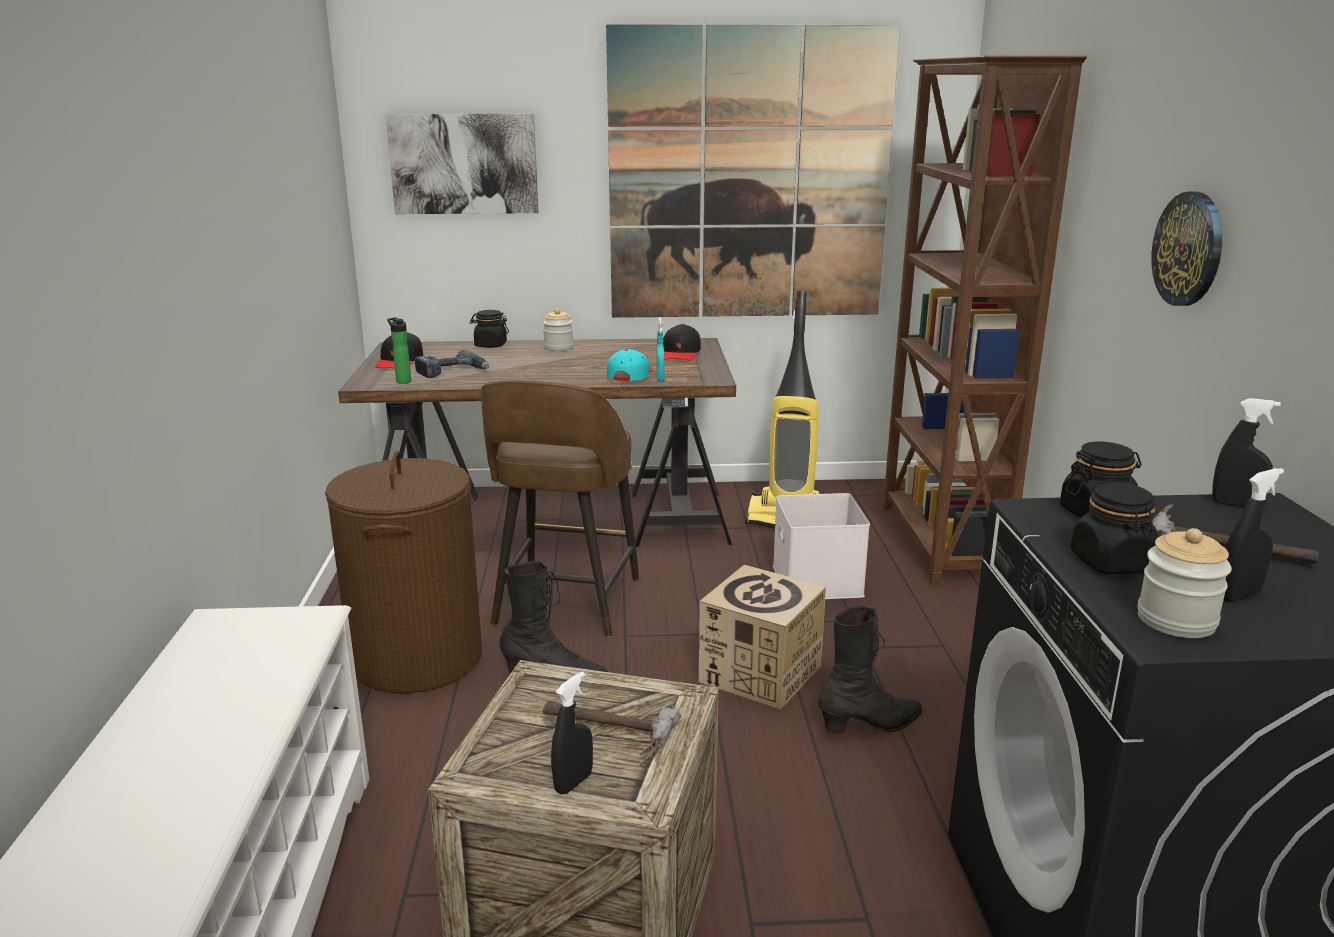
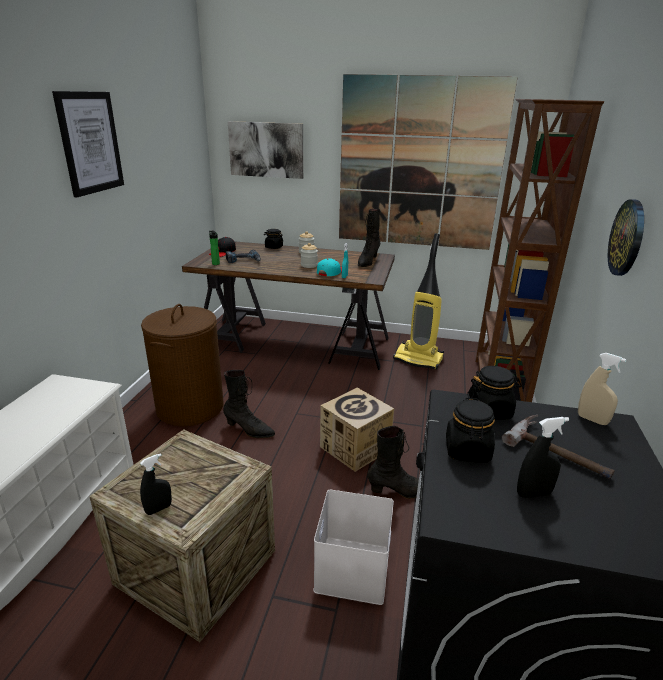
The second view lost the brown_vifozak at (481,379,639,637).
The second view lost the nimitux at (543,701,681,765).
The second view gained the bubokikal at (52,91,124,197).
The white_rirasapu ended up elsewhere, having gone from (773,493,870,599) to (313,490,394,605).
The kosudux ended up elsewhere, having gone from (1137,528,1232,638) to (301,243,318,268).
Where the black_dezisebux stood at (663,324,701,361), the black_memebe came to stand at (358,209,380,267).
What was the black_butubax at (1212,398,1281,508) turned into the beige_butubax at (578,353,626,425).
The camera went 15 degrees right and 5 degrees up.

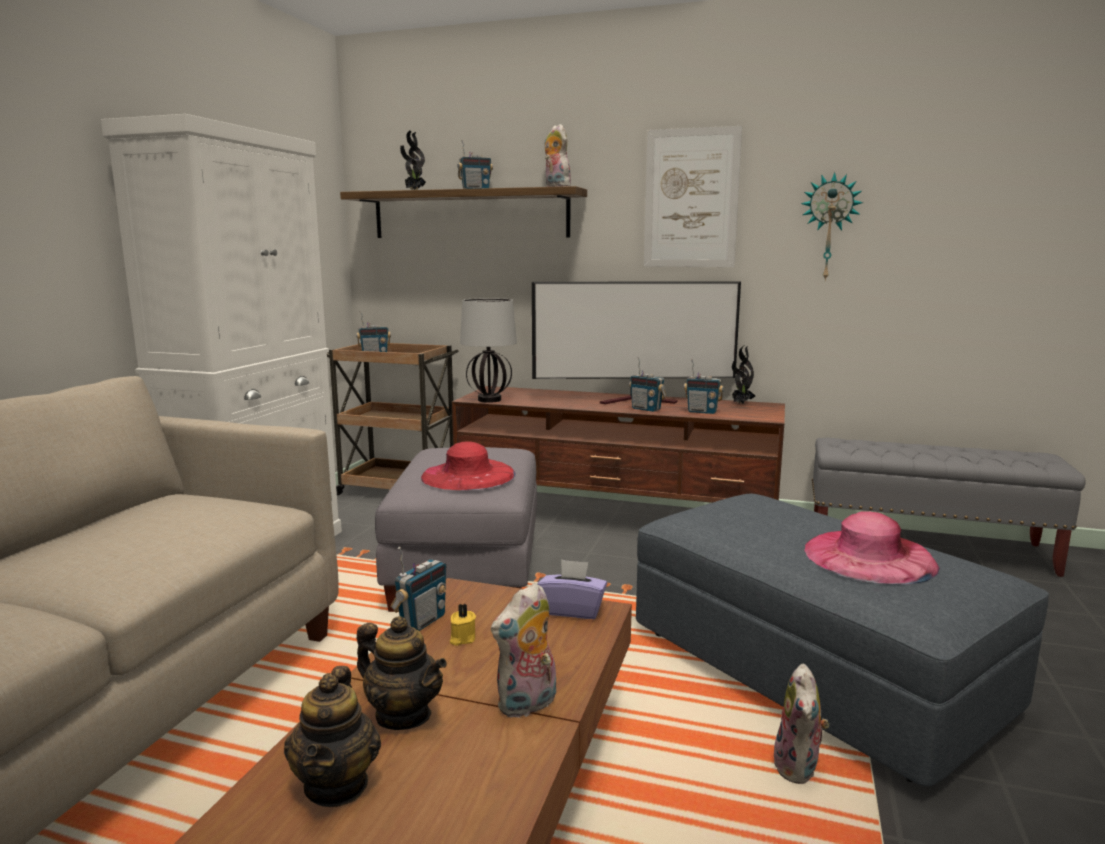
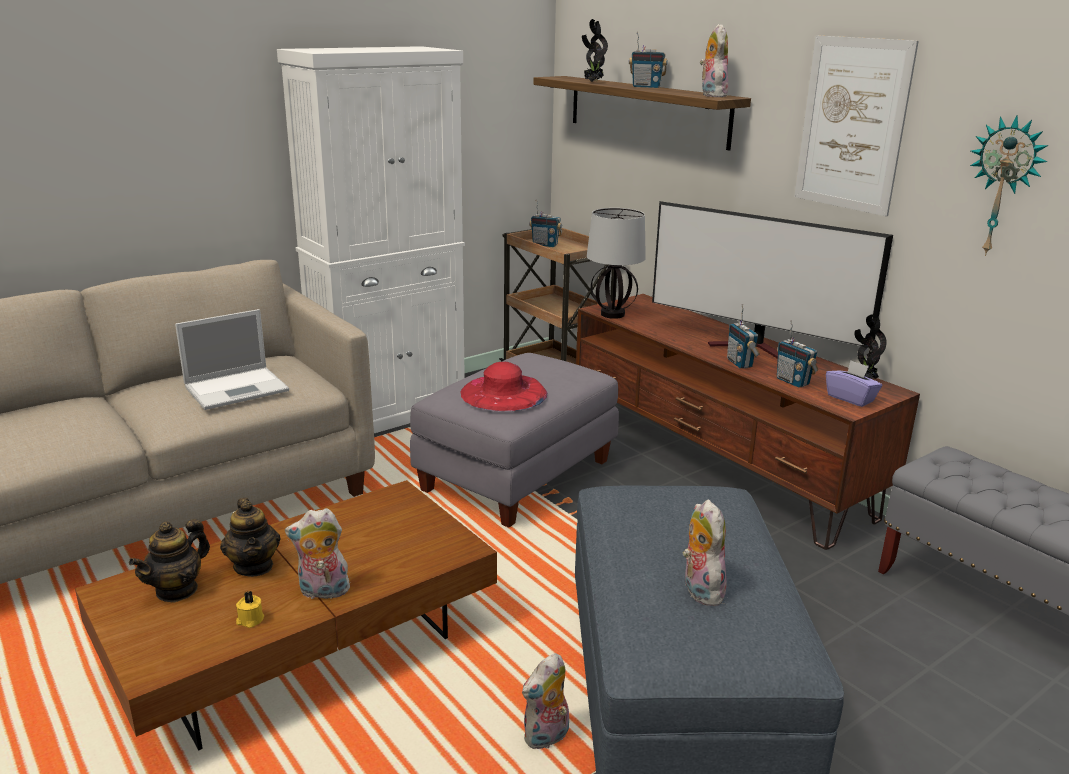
The second view lost the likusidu at (390,547,446,631).
The second view gained the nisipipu at (175,309,289,410).
The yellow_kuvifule ended up elsewhere, having gone from (450,604,476,646) to (236,591,264,628).
The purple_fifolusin ended up elsewhere, having gone from (537,559,607,619) to (826,360,882,407).
Where the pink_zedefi stood at (804,511,940,585), the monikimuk came to stand at (683,500,727,606).
The camera went 35 degrees right and 10 degrees up.

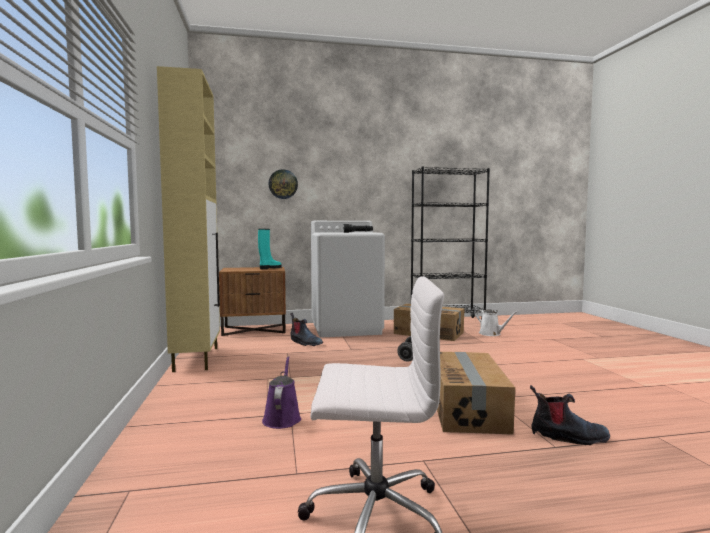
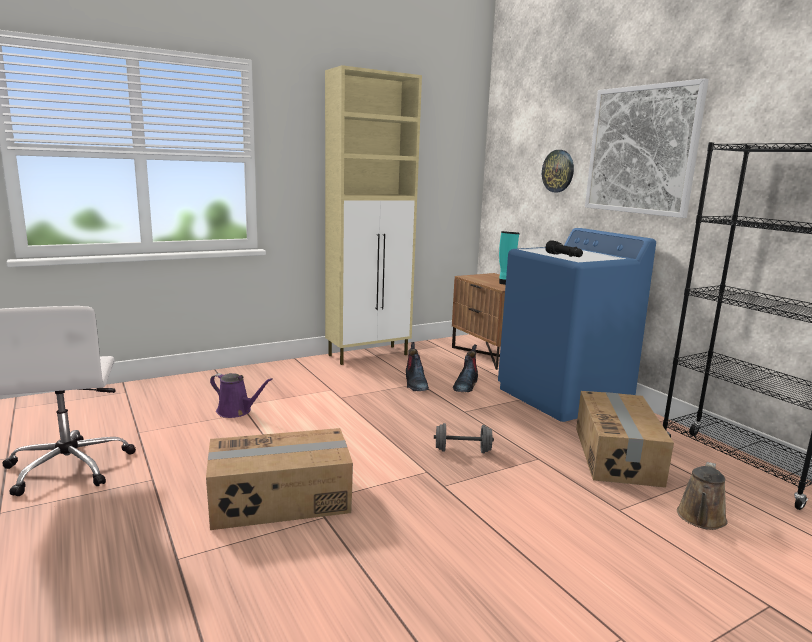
The second view gained the bubokikal at (585,78,709,218).
The memebe ended up elsewhere, having gone from (530,385,610,445) to (406,342,429,391).
What was the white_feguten at (311,221,385,337) turned into the blue_feguten at (498,228,656,422).
What was the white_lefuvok at (475,309,518,336) turned into the brown_lefuvok at (677,462,727,530).
The purple_lefuvok at (262,356,301,429) ended up facing another way, 45 degrees clockwise from before.
The camera went 70 degrees right and 10 degrees up.

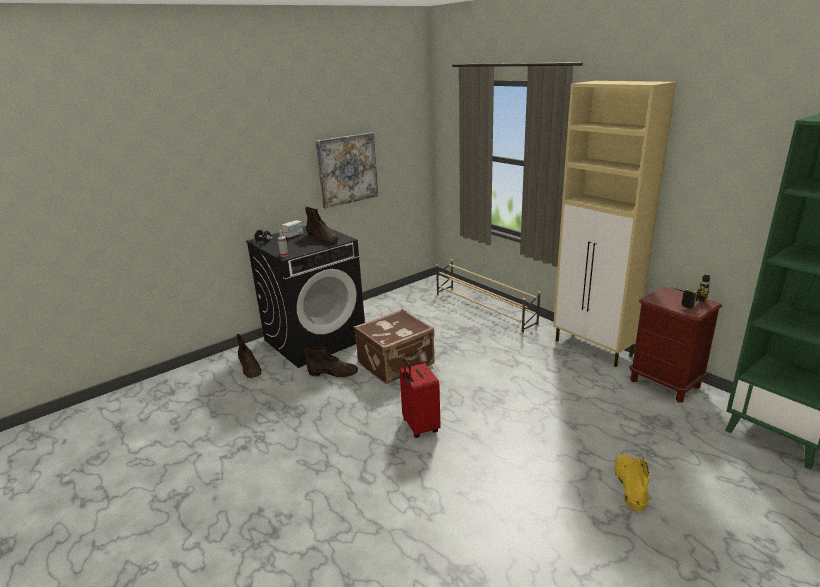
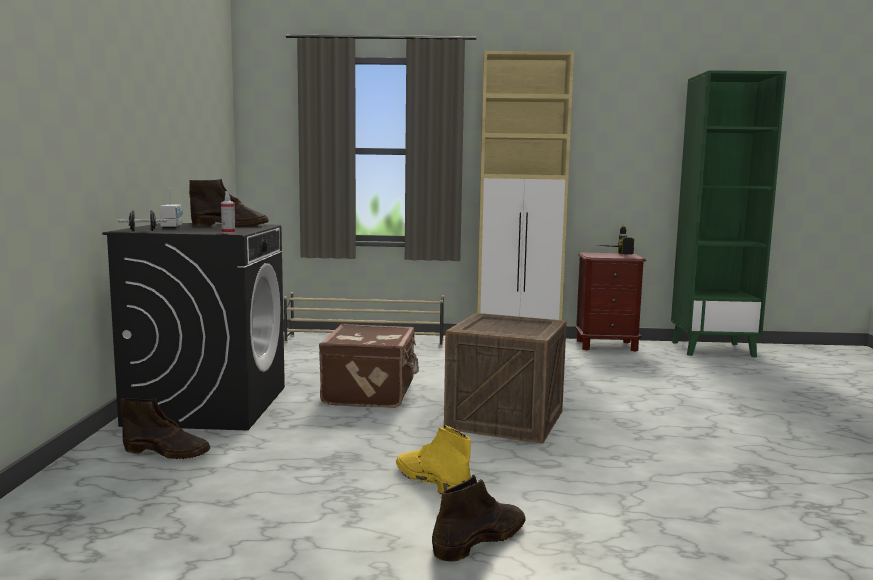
The second view lost the bubokikal at (315,132,378,209).
The brown_memebe ended up elsewhere, having gone from (305,346,358,378) to (432,475,526,562).
The yellow_memebe ended up elsewhere, having gone from (614,454,650,511) to (396,426,471,495).
Where the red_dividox stood at (400,358,441,438), the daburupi came to stand at (444,313,567,444).
The camera went 50 degrees left and 15 degrees down.

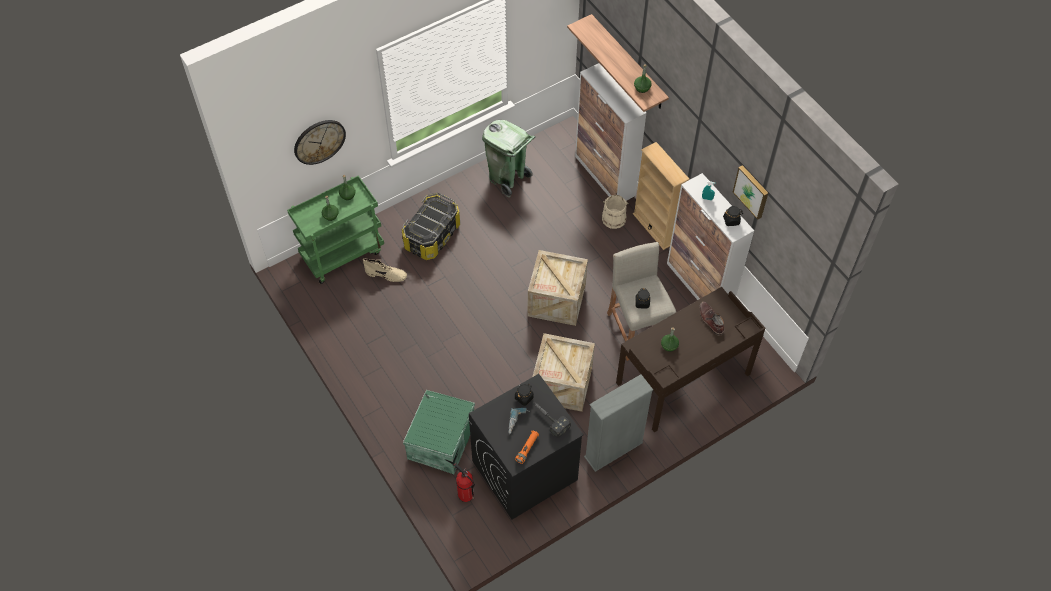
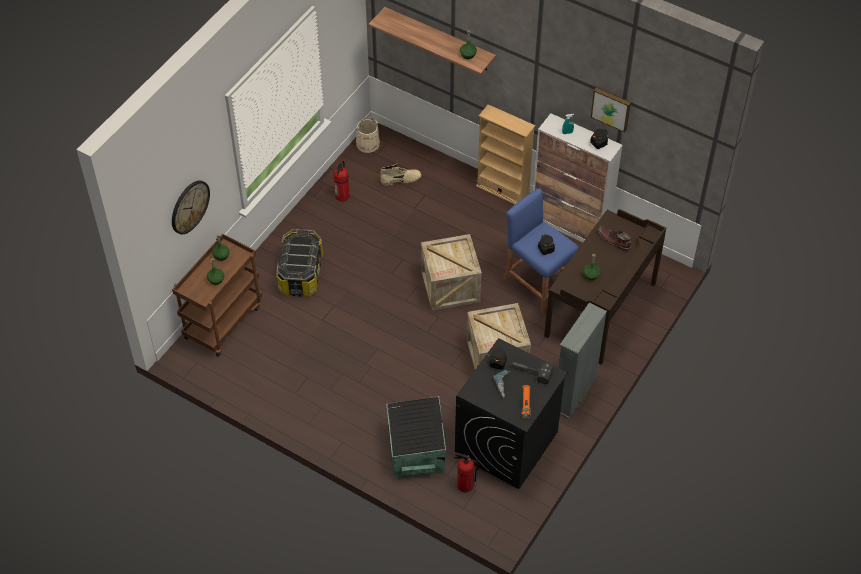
The second view lost the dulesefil at (575,63,646,201).
The beige_memebe ended up elsewhere, having gone from (363,258,407,282) to (380,164,421,186).
The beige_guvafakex ended up elsewhere, having gone from (602,195,629,229) to (355,117,380,153).
Where the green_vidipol stood at (482,120,536,197), the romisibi came to stand at (334,161,350,202).
What was the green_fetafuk at (287,175,384,284) turned into the brown_fetafuk at (172,234,262,357).
What was the green_rirasapu at (403,390,475,474) turned into the black_rirasapu at (387,396,446,478).
What was the beige_vifozak at (607,242,676,361) turned into the blue_vifozak at (502,188,579,314).
The camera went 25 degrees left and 5 degrees down.

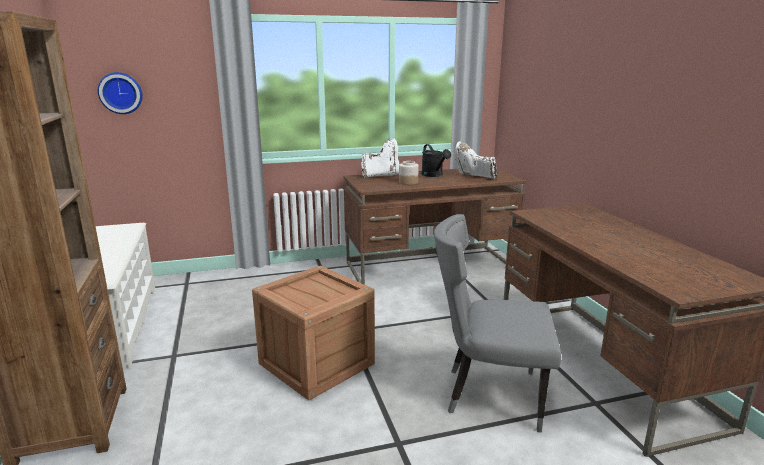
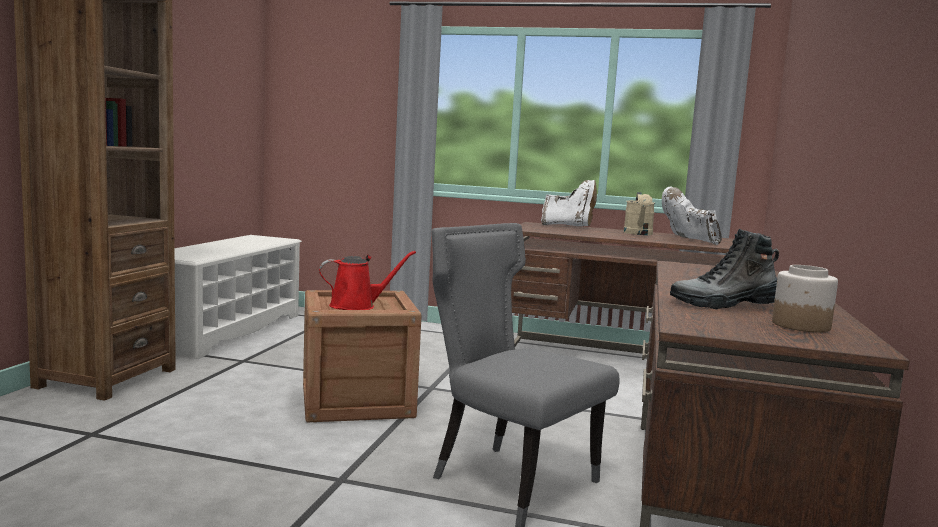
The second view lost the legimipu at (98,72,142,114).
The second view gained the red_lefuvok at (319,251,416,310).
The second view gained the memebe at (670,229,779,309).
The kosudux ended up elsewhere, having gone from (399,161,419,185) to (772,265,838,332).
What was the black_lefuvok at (422,144,451,177) turned into the beige_lefuvok at (623,192,655,235).
The camera went 30 degrees right and 10 degrees down.

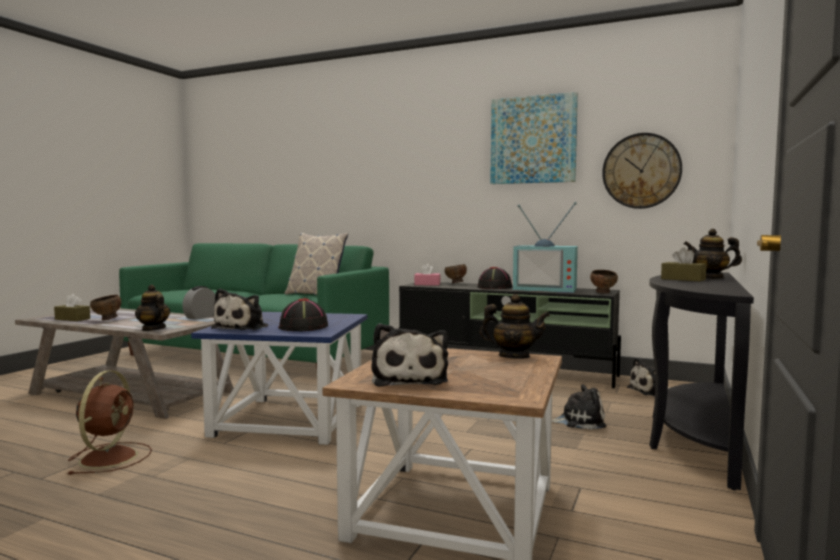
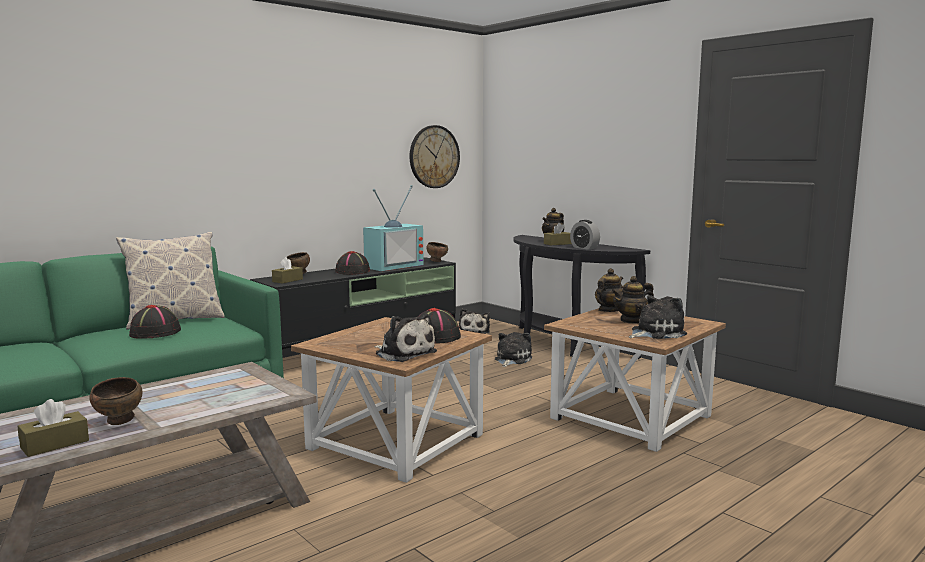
The second view lost the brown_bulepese at (67,370,152,475).
The second view lost the bubokikal at (490,92,578,184).
The second view gained the black_zedefi at (129,305,181,339).
The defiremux ended up elsewhere, having gone from (135,285,170,331) to (611,276,654,324).
The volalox ended up elsewhere, having gone from (182,286,215,320) to (570,220,600,250).
What was the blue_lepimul at (191,312,367,445) turned into the brown_lepimul at (291,317,492,483).
What was the pink_fifolusin at (414,264,440,286) turned into the brown_fifolusin at (272,257,303,284).
The monikimuk at (371,323,448,387) ended up facing another way, 45 degrees counterclockwise from before.
The camera went 65 degrees left and 5 degrees up.

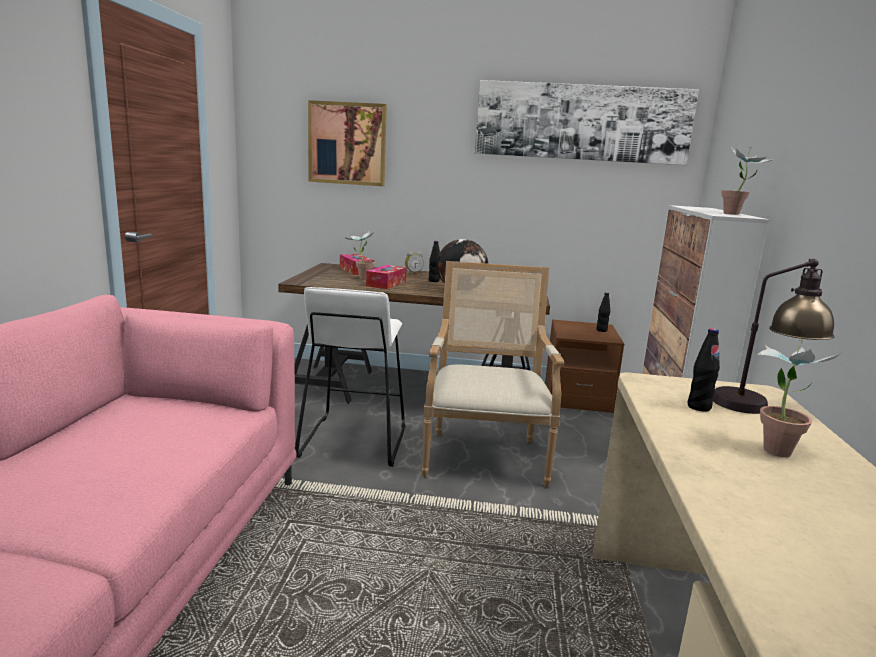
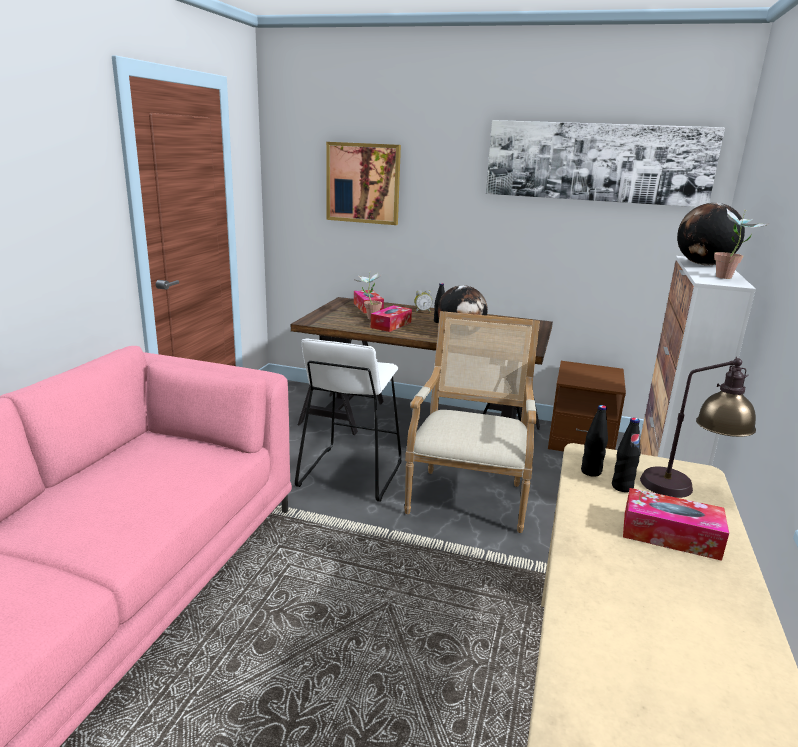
The second view gained the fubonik at (677,203,745,265).
The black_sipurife ended up elsewhere, having gone from (596,292,610,332) to (581,405,608,477).
Where the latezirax stood at (757,339,841,457), the fifolusin came to stand at (623,488,729,561).
The camera went 10 degrees right and 5 degrees up.

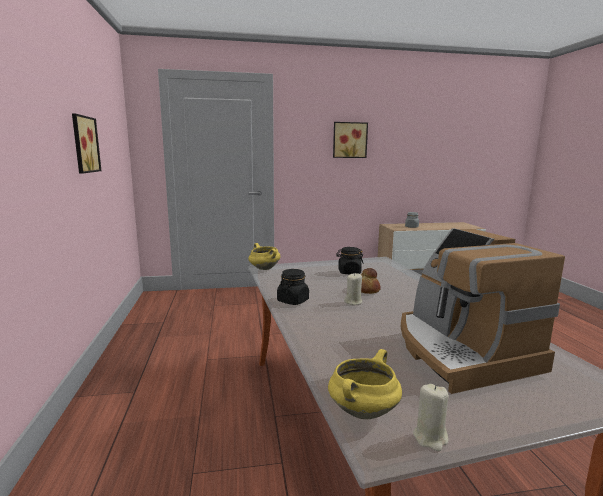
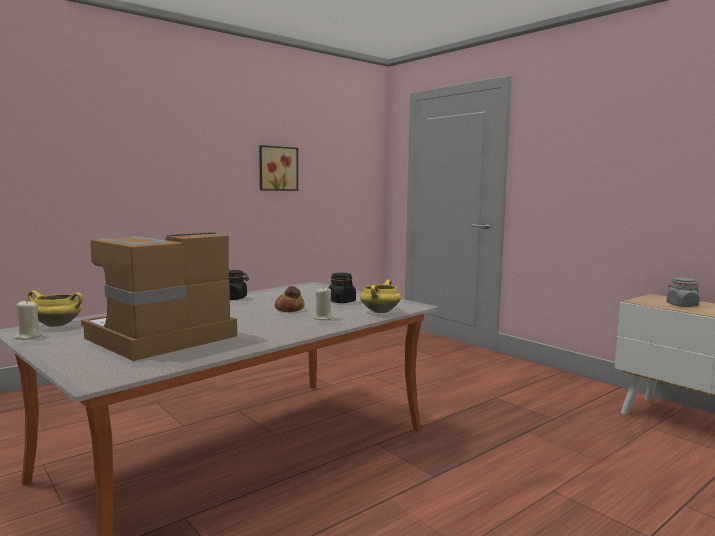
The second view lost the bubokikal at (333,122,368,158).
The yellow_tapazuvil ended up elsewhere, having gone from (248,243,281,270) to (360,280,401,313).
The beige_kuvifule ended up elsewhere, having gone from (344,273,362,305) to (314,287,334,320).
The camera went 60 degrees right and 5 degrees down.

